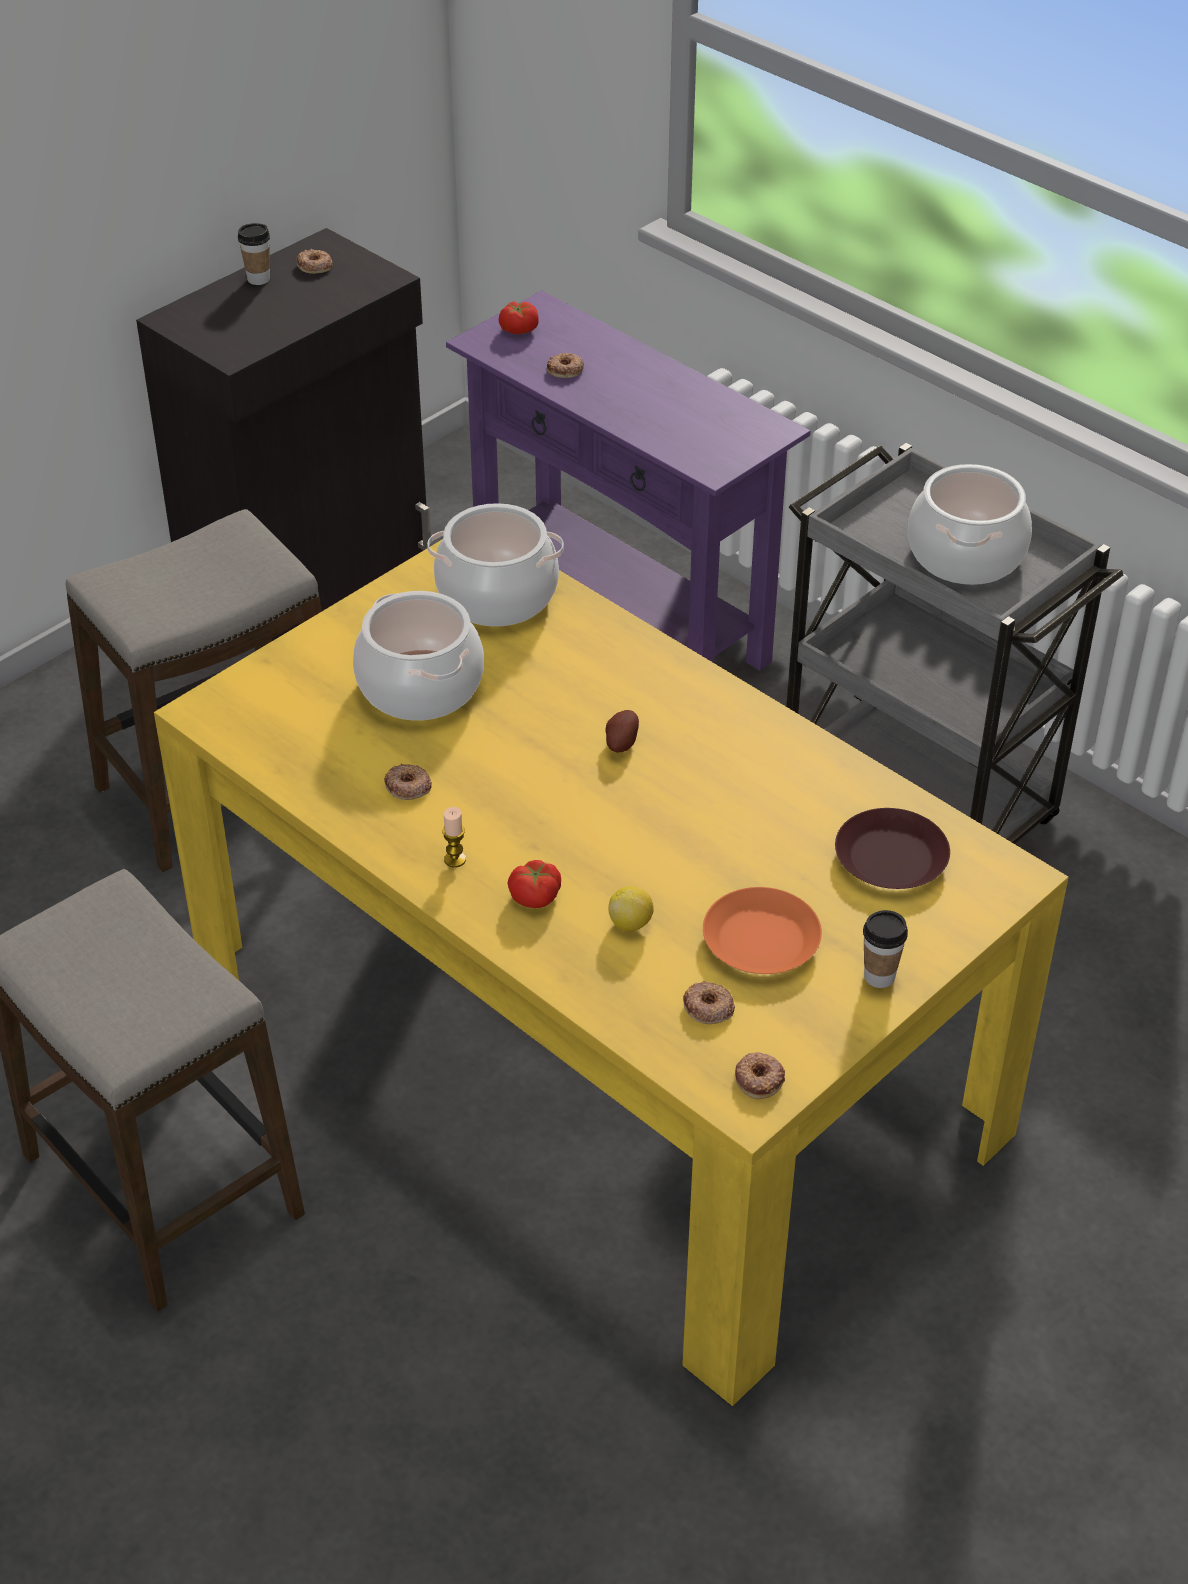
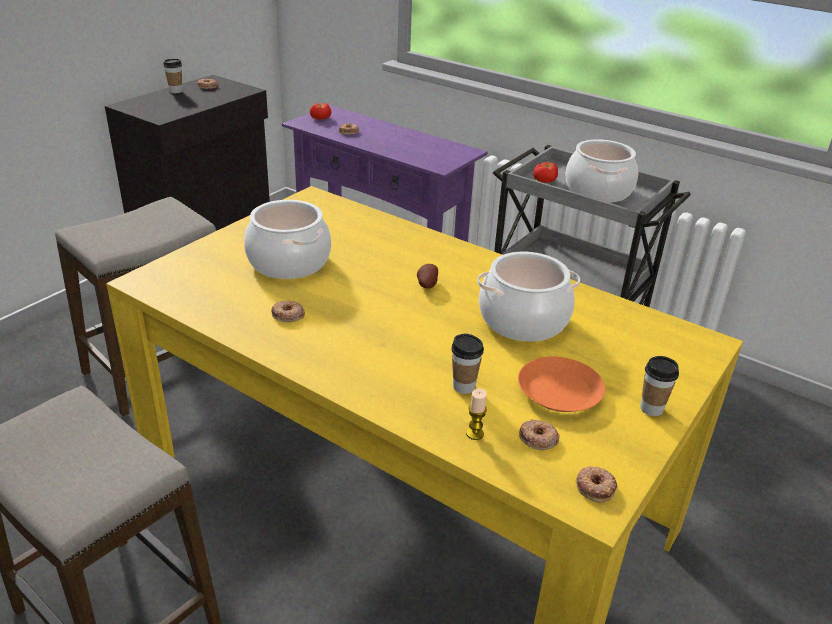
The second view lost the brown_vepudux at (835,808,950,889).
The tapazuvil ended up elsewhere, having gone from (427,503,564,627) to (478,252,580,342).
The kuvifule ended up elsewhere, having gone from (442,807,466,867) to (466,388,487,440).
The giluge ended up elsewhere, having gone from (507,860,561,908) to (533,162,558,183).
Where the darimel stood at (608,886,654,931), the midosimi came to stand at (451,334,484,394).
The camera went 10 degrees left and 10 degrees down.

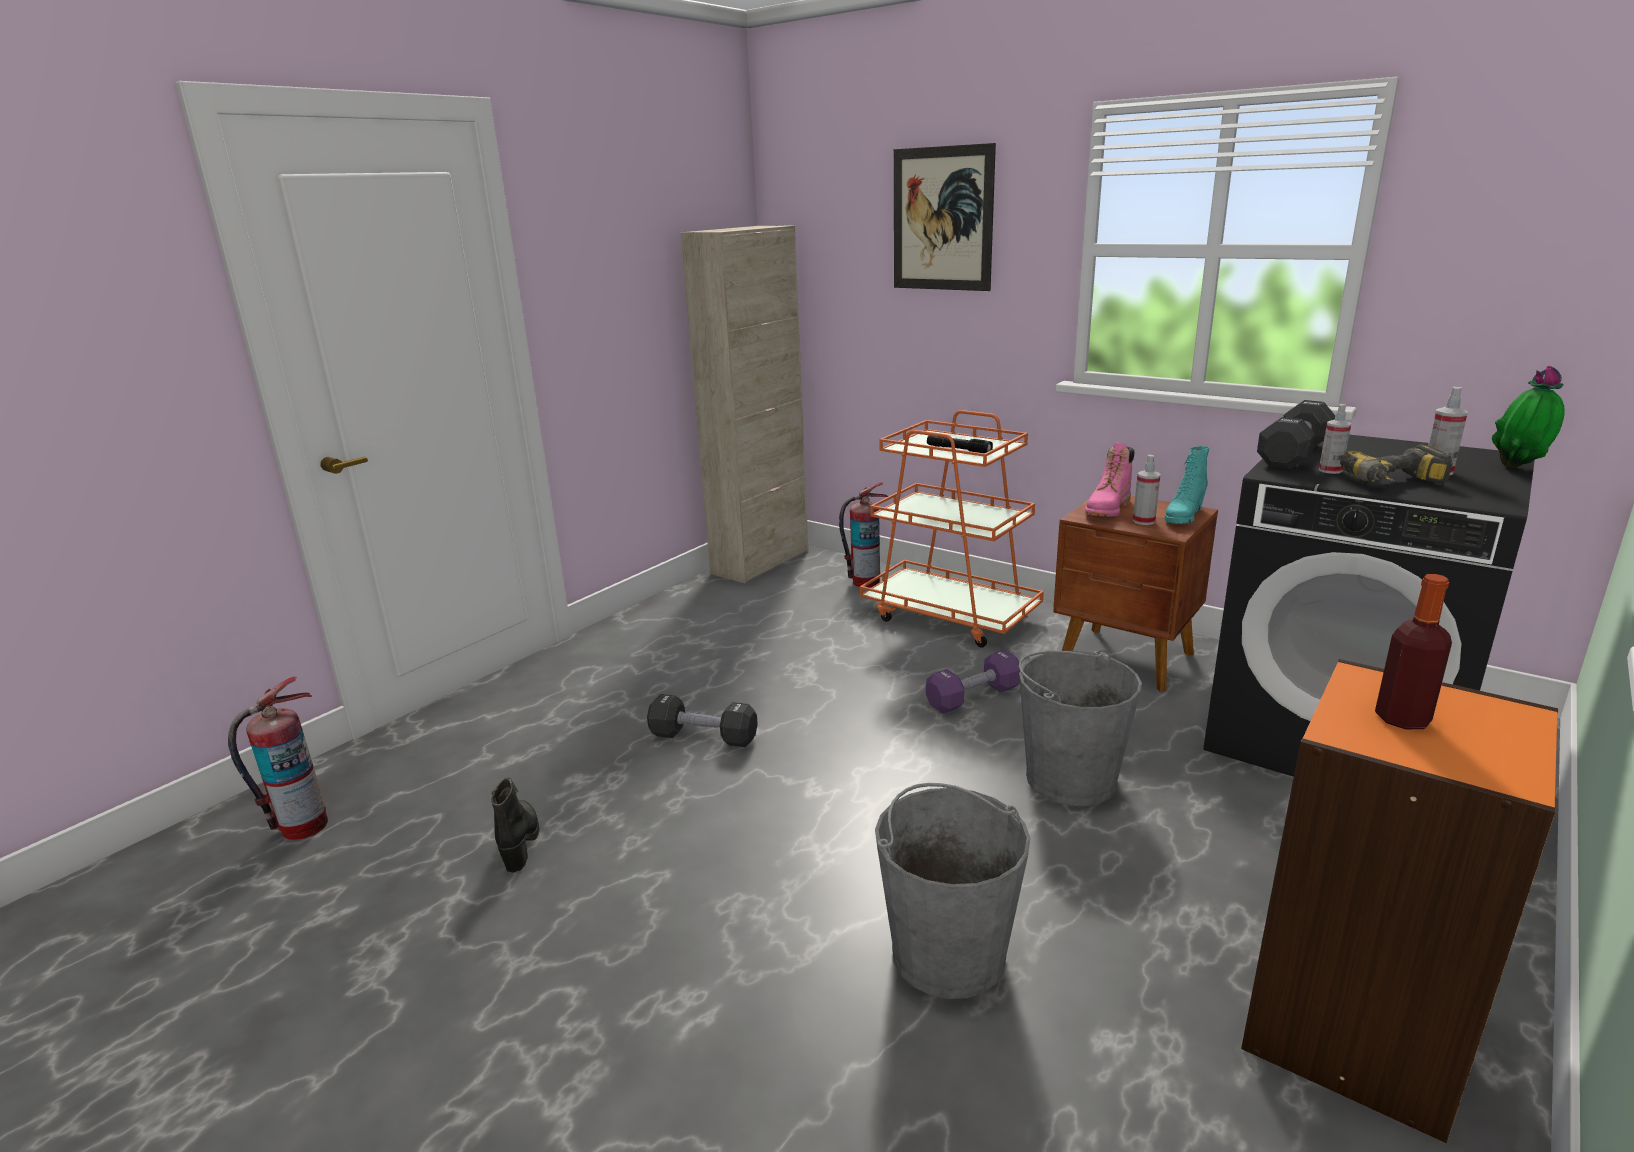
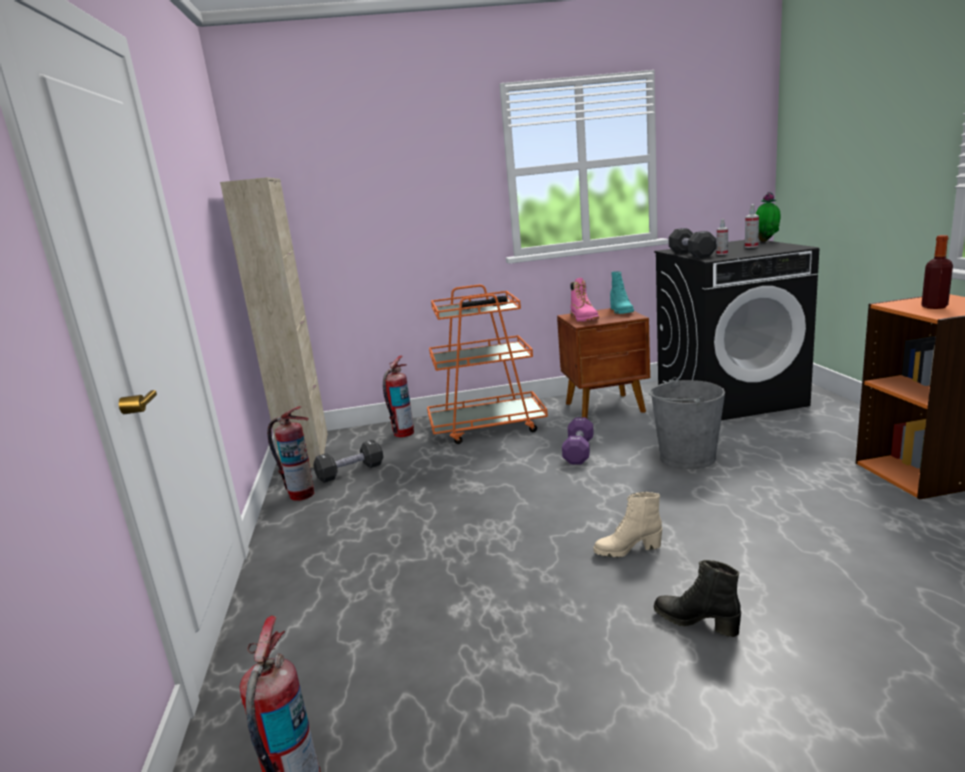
The second view lost the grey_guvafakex at (875,783,1031,999).
The second view lost the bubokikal at (894,143,996,291).
The second view lost the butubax at (1133,455,1161,525).
The second view lost the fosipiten at (1340,444,1453,485).
The second view gained the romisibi at (267,406,314,501).
The second view gained the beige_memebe at (593,492,662,558).
The black_memebe ended up elsewhere, having gone from (491,777,539,873) to (654,560,741,637).
The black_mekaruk ended up elsewhere, having gone from (647,694,758,747) to (313,440,383,483).
The camera went 45 degrees left and 5 degrees down.

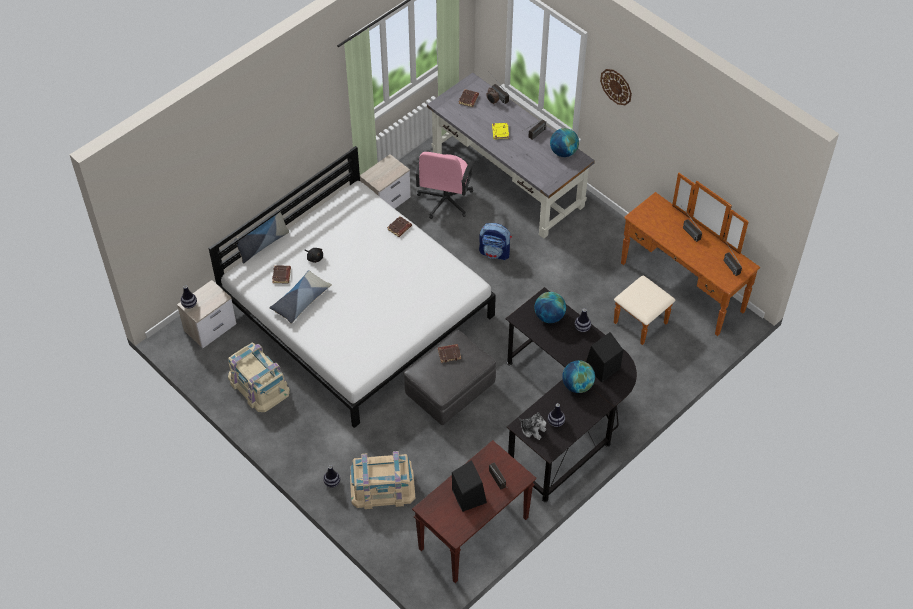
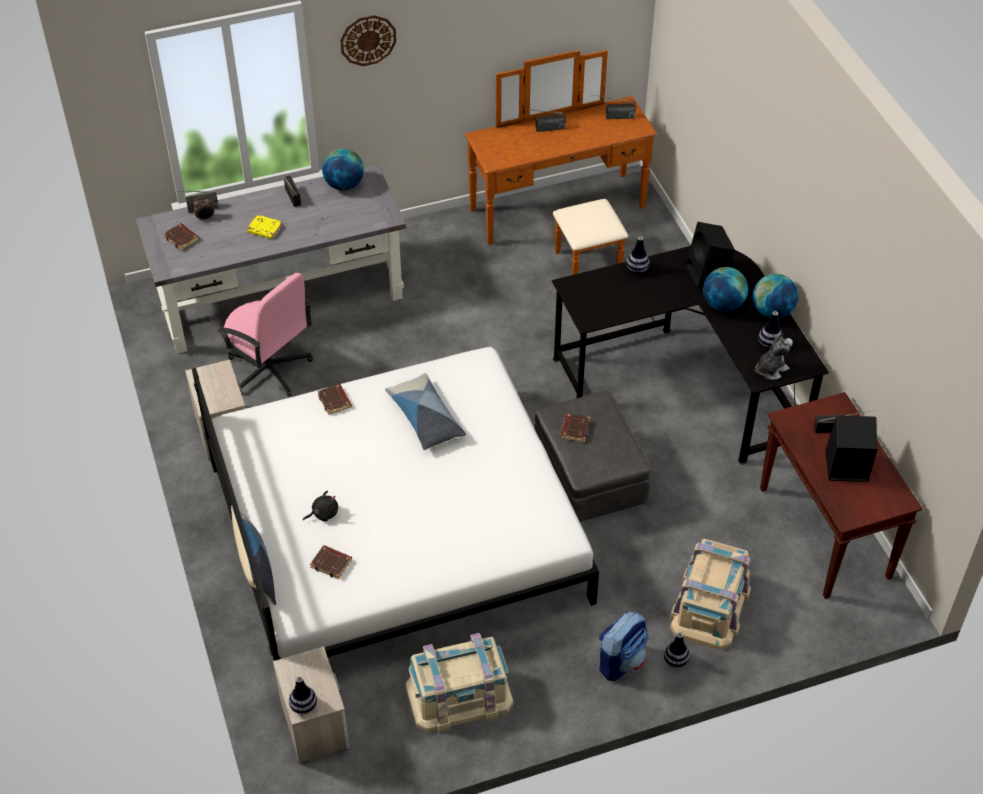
The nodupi ended up elsewhere, having gone from (269,270,332,323) to (385,373,466,450).
The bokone ended up elsewhere, having gone from (479,223,512,260) to (599,612,649,681).
The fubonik ended up elsewhere, having gone from (535,292,566,323) to (753,274,798,318).
The camera went 65 degrees left and 5 degrees down.

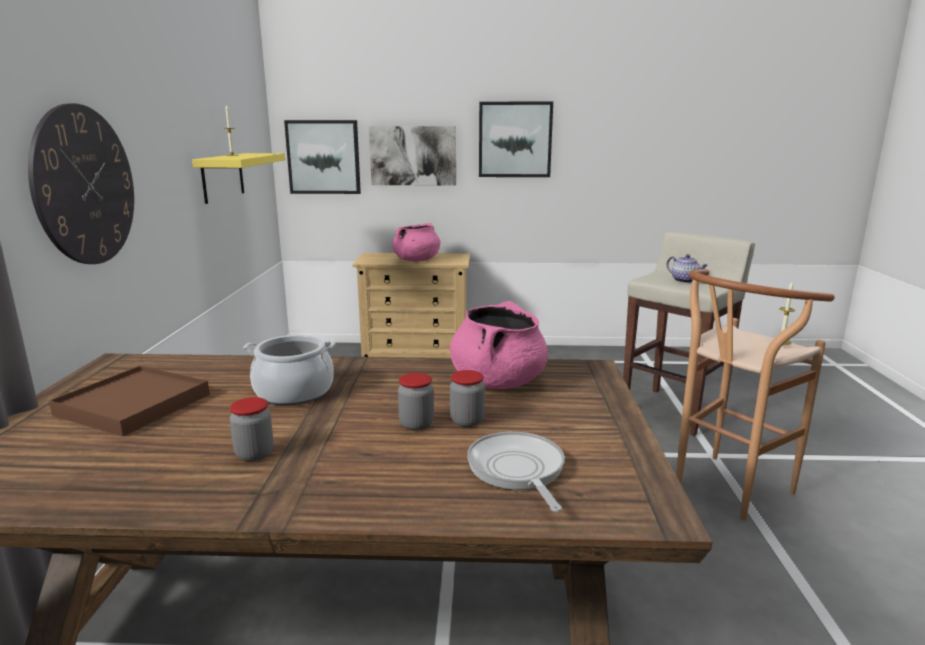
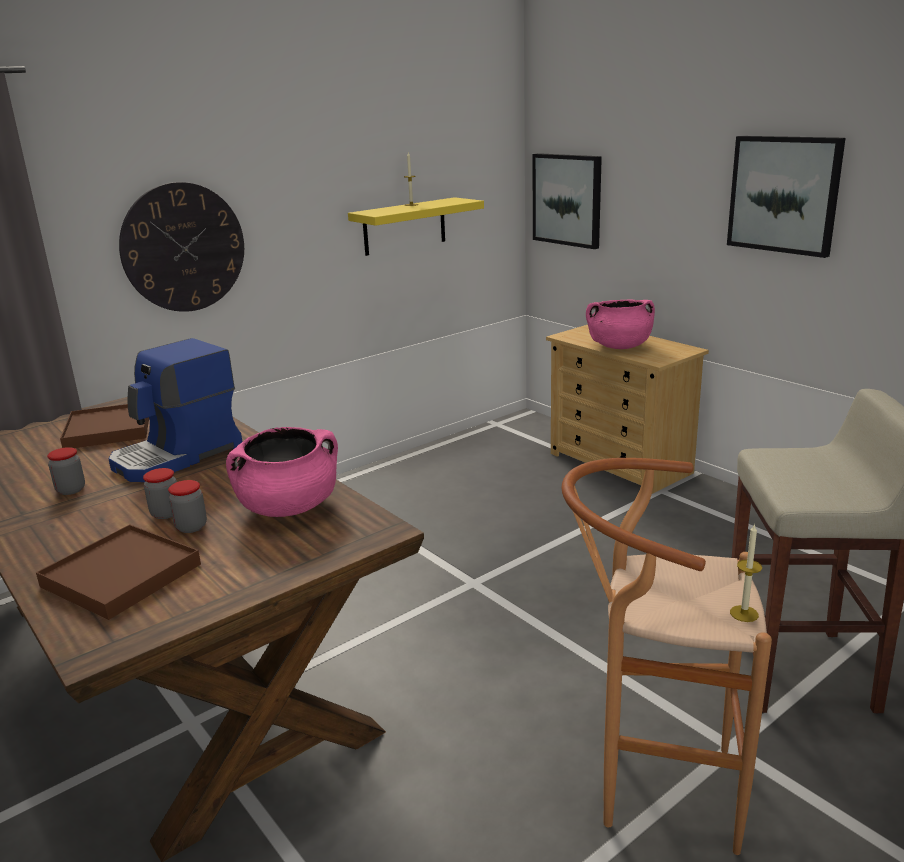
The second view lost the bubokikal at (369,126,456,186).
The second view lost the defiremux at (667,254,708,283).
Where the tapazuvil stood at (243,335,335,406), the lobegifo came to stand at (109,338,242,482).
Where the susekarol stood at (467,432,565,512), the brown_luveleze came to stand at (36,524,201,620).
The camera went 50 degrees right and 5 degrees up.

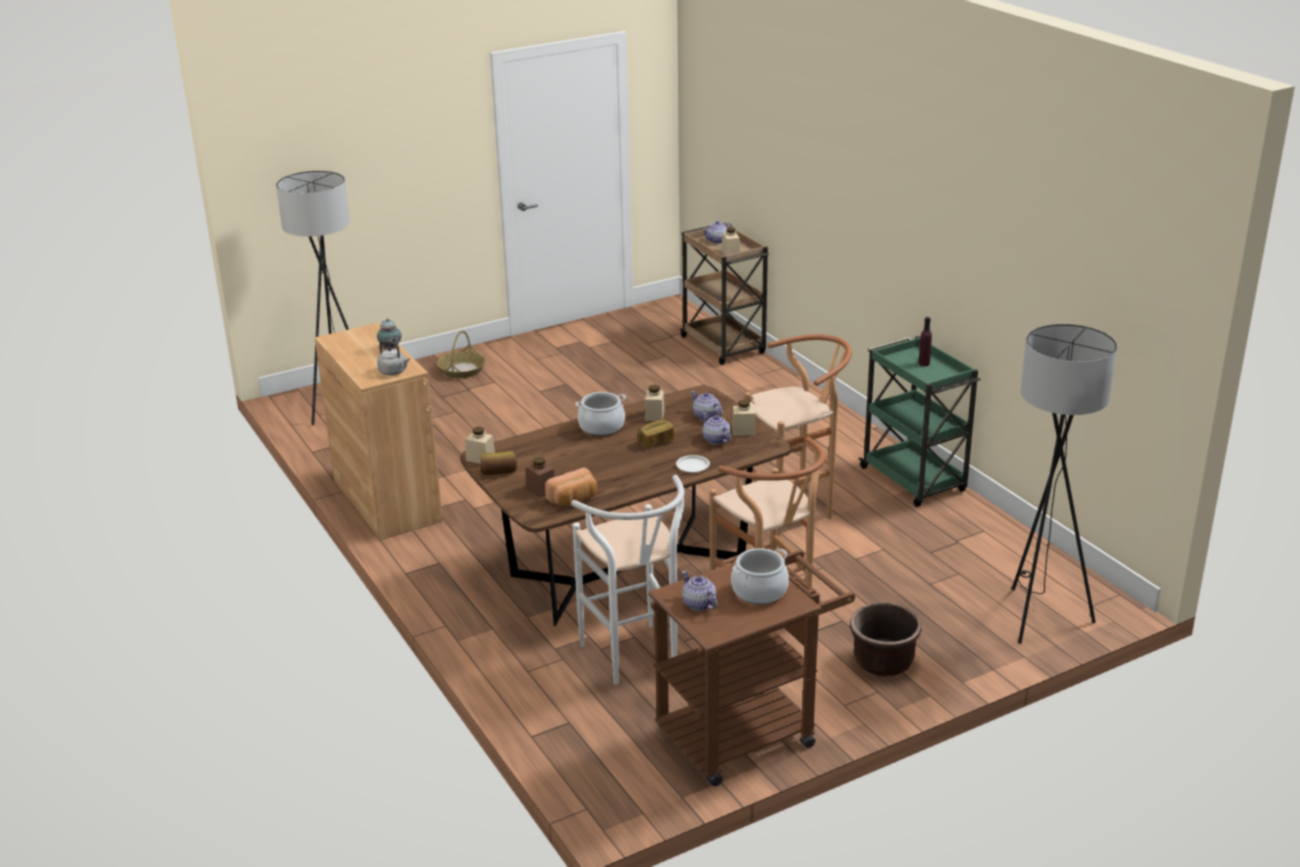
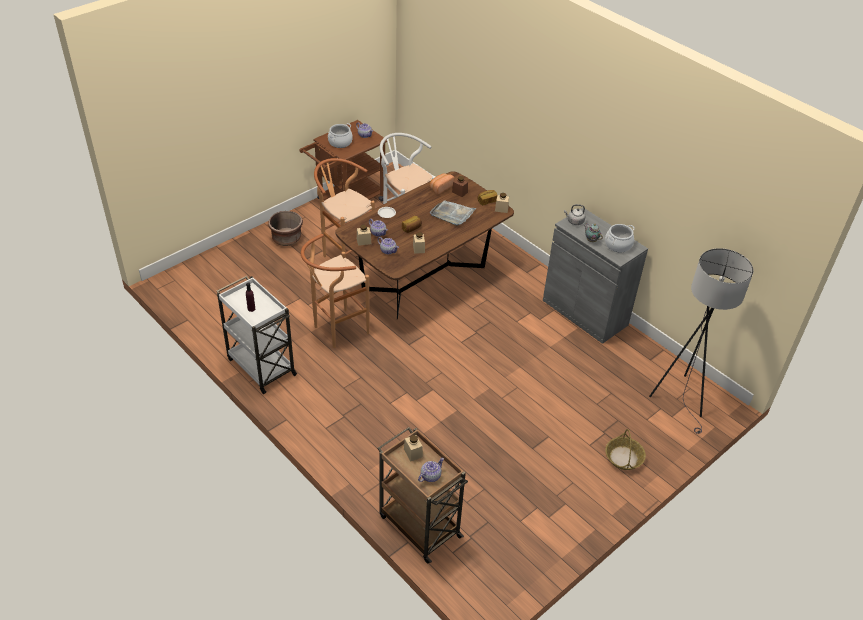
The second view lost the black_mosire at (1012,324,1117,644).
The second view gained the grey_luveleze at (430,200,476,226).
The tapazuvil ended up elsewhere, having gone from (575,392,626,436) to (605,224,635,253).
What was the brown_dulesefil at (315,323,443,540) turned into the grey_dulesefil at (543,208,648,344).
What was the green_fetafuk at (859,336,981,507) turned into the white_fetafuk at (216,276,298,394).
The camera went 165 degrees right and 15 degrees up.

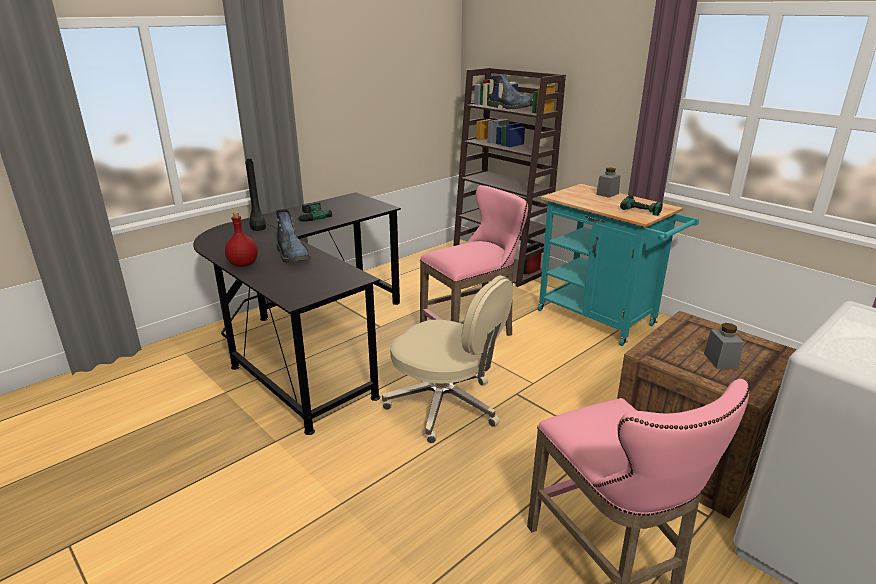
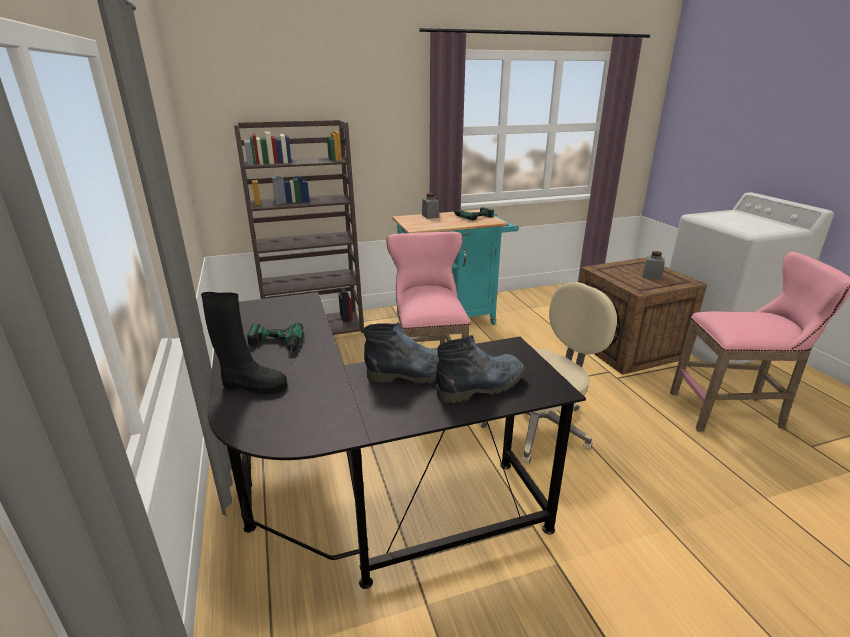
The second view lost the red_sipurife at (225,212,258,267).
The memebe ended up elsewhere, having gone from (488,74,533,109) to (436,335,526,403).
The camera went 65 degrees left and 0 degrees up.

